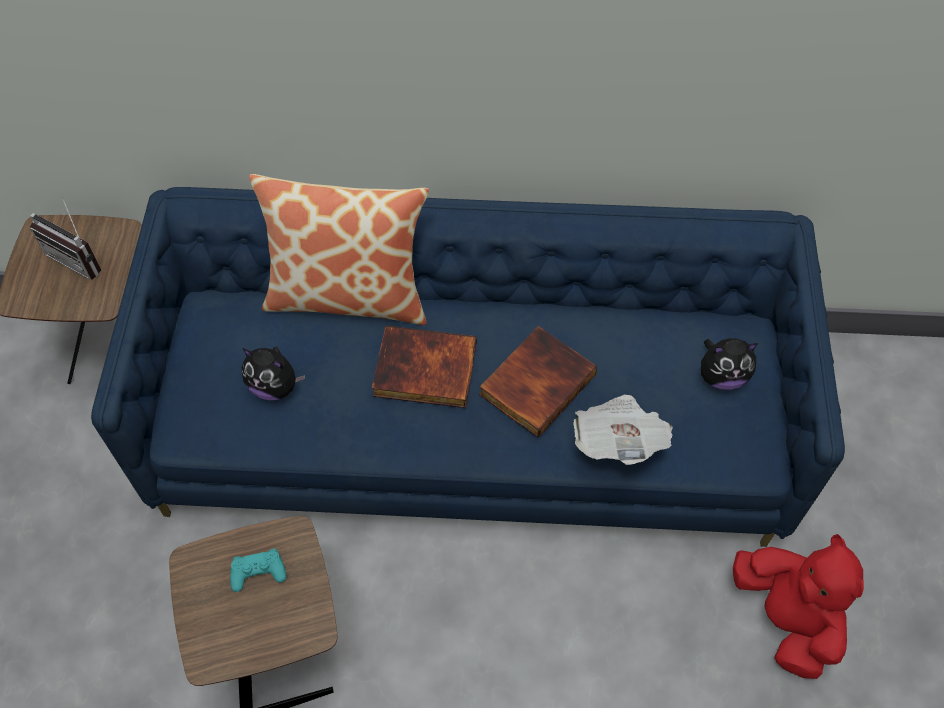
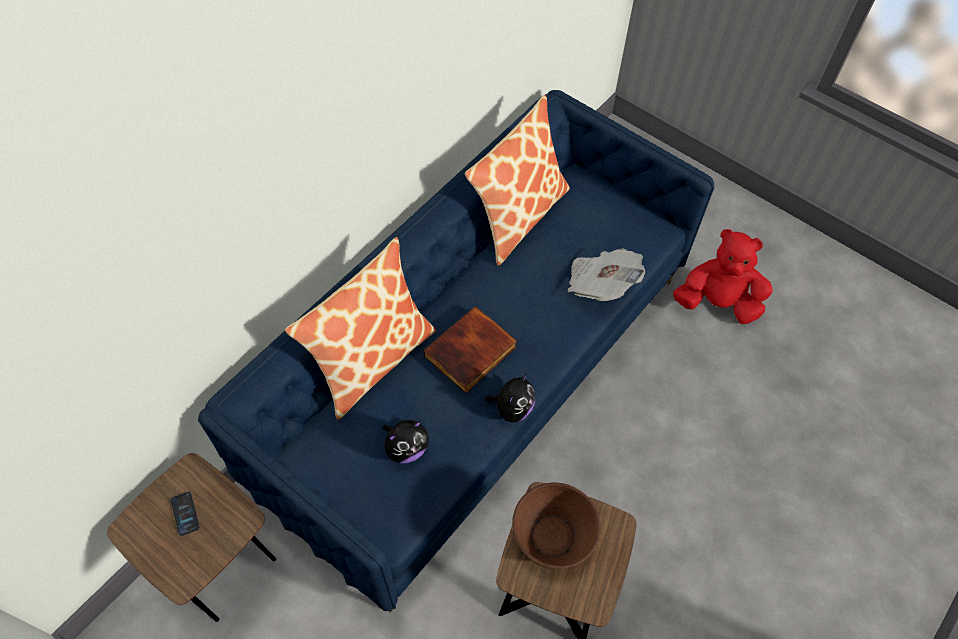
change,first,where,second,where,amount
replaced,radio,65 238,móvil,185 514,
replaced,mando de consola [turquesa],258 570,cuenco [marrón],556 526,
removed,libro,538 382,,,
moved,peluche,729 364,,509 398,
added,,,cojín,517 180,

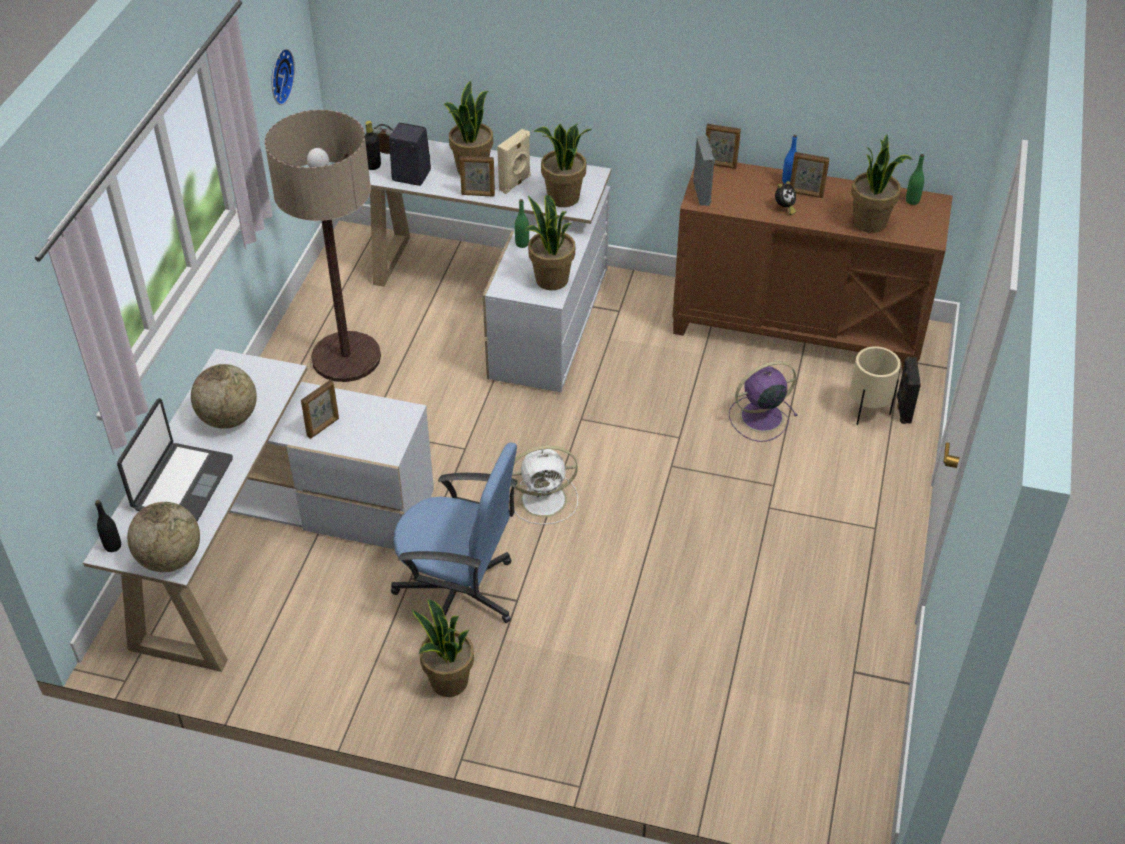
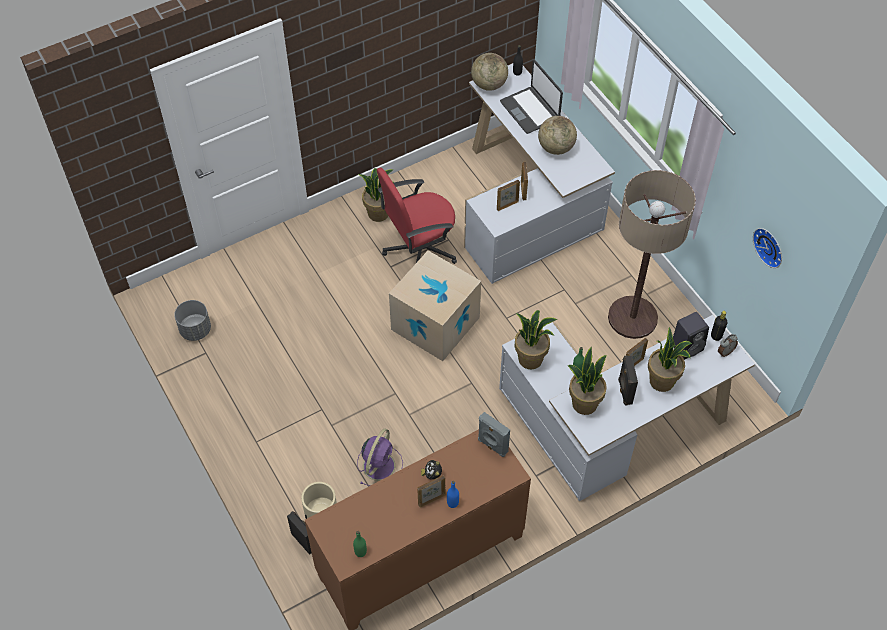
change,first,where,second,where,amount
recoloured,silla de oficina [azul],454 535,silla de oficina [rojo],417 216,
recoloured,altavoz [beis],514 161,altavoz [negro],628 381,
replaced,ventilador [blanco],543 485,caja de cartón,435 306,
moved,portarretratos,723 146,,508 195,
removed,planta en maceta,882 184,,,
added,,,maceta [gris],192 320,

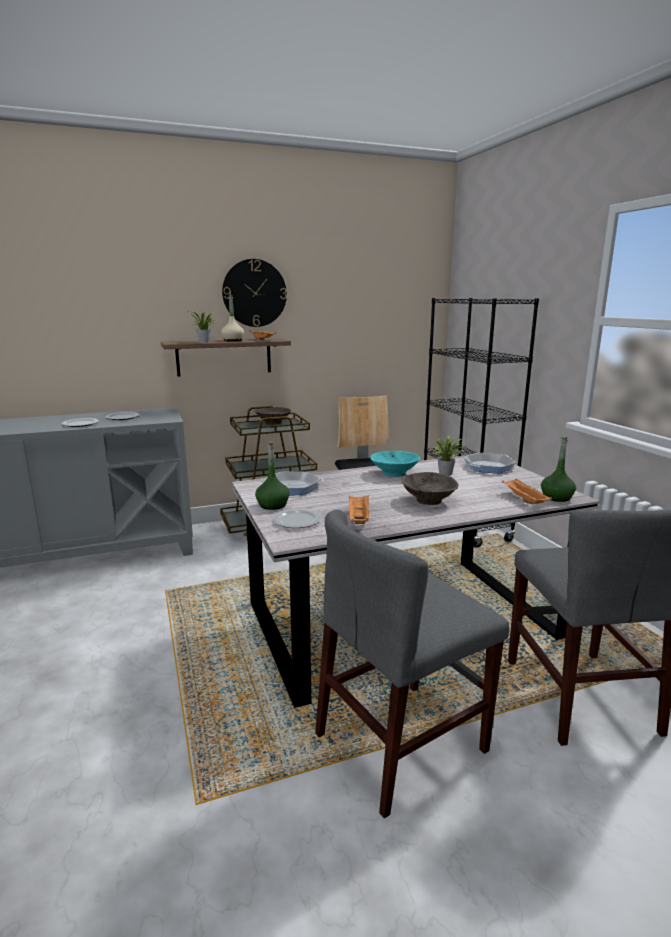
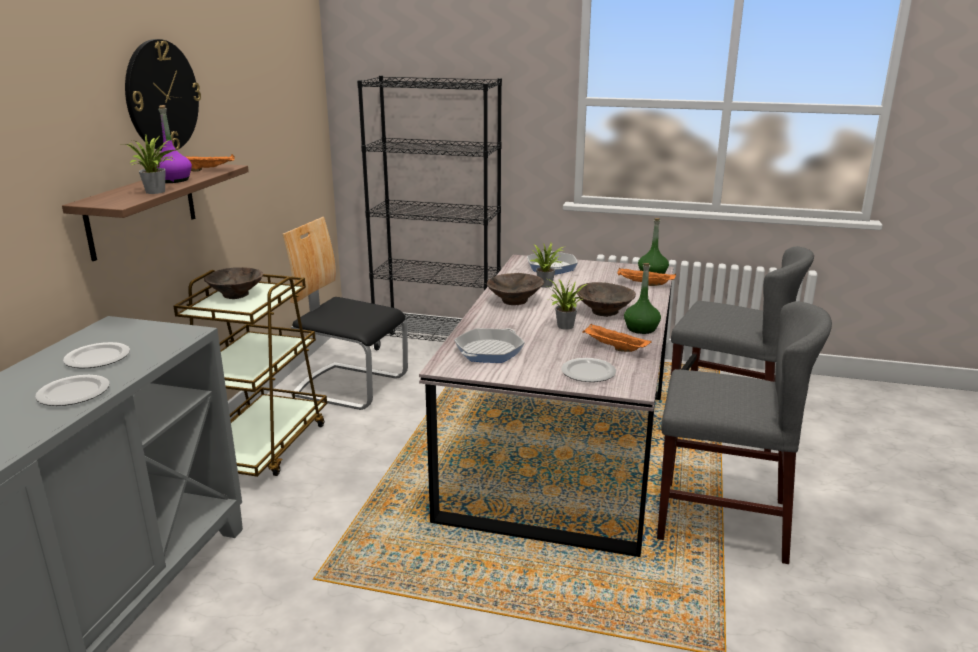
change,first,where,second,where,amount
recoloured,botella [beis],232 318,botella [morado],174 144,
moved,botella [verde],272 476,,642 298,
turned,silla [gris],412 664,,744 432,75 degrees counterclockwise
recoloured,cuenco [turquesa],395 464,cuenco [marrón],515 289,
added,,,planta en maceta,567 304,

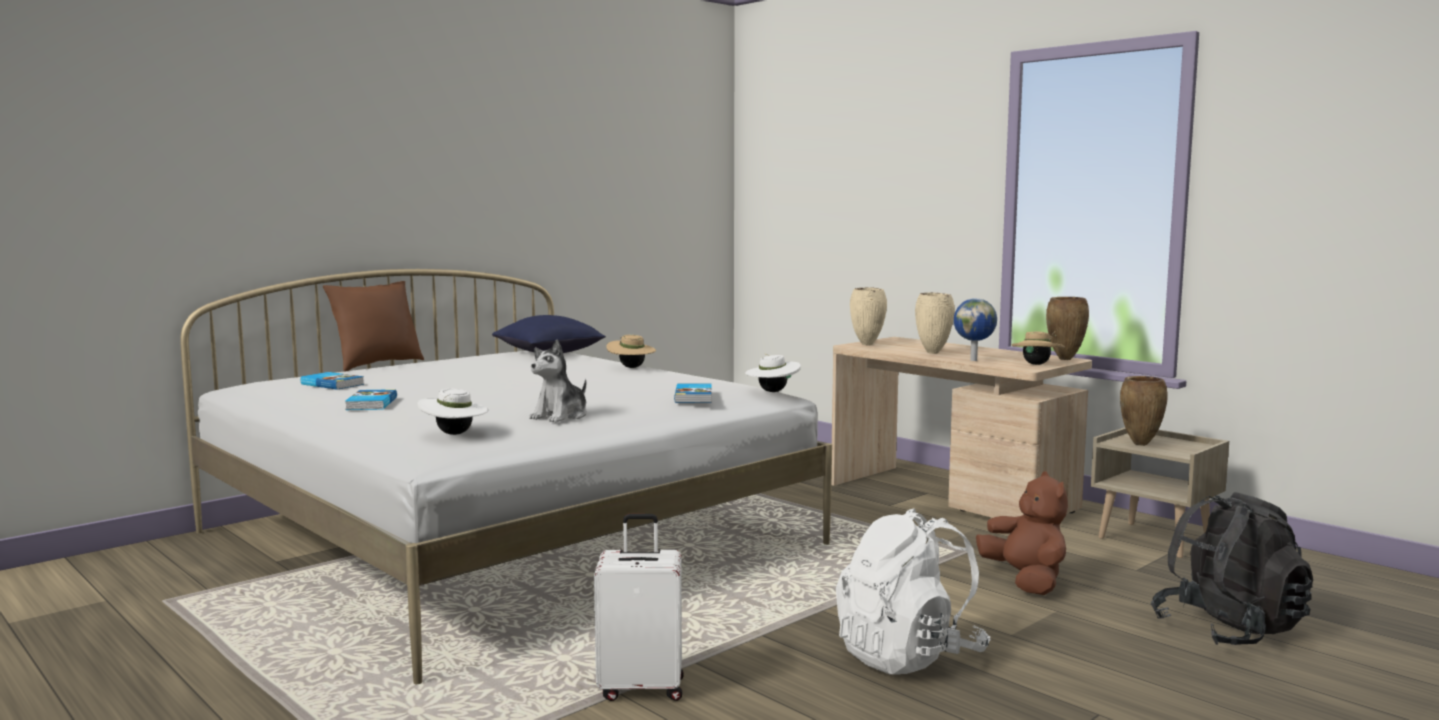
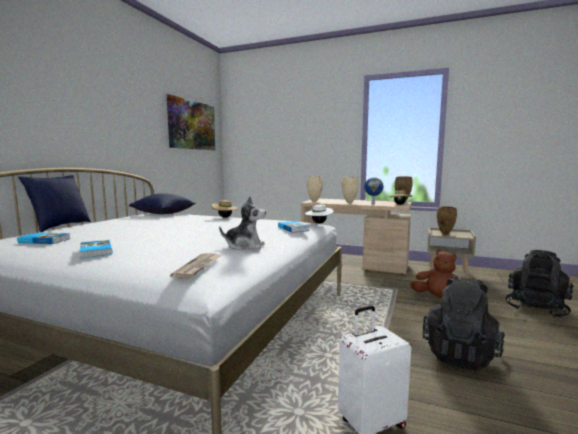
change,first,where,second,where,amount
recoloured,cojín [marrón],373 326,cojín [azul],54 203,
replaced,sombrero [blanco],453 412,periódico,195 266,
turned,peluche,558 381,,242 223,90 degrees counterclockwise
recoloured,mochila [blanco],913 591,mochila [negro],464 323,
added,,,cuadro,191 122,

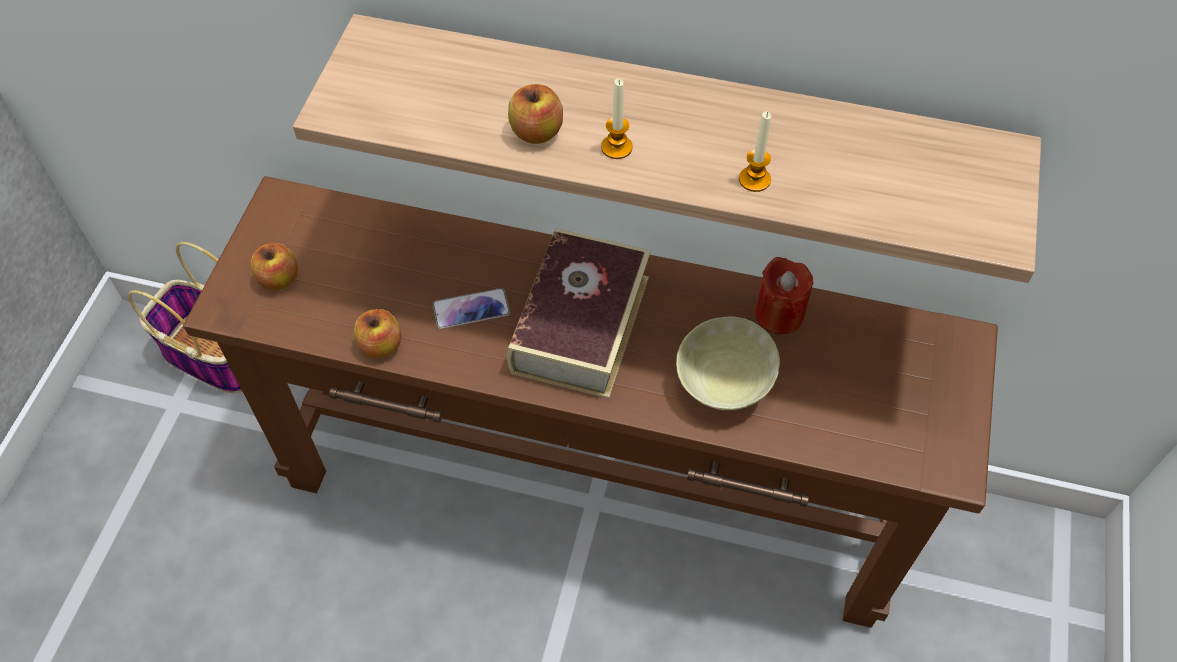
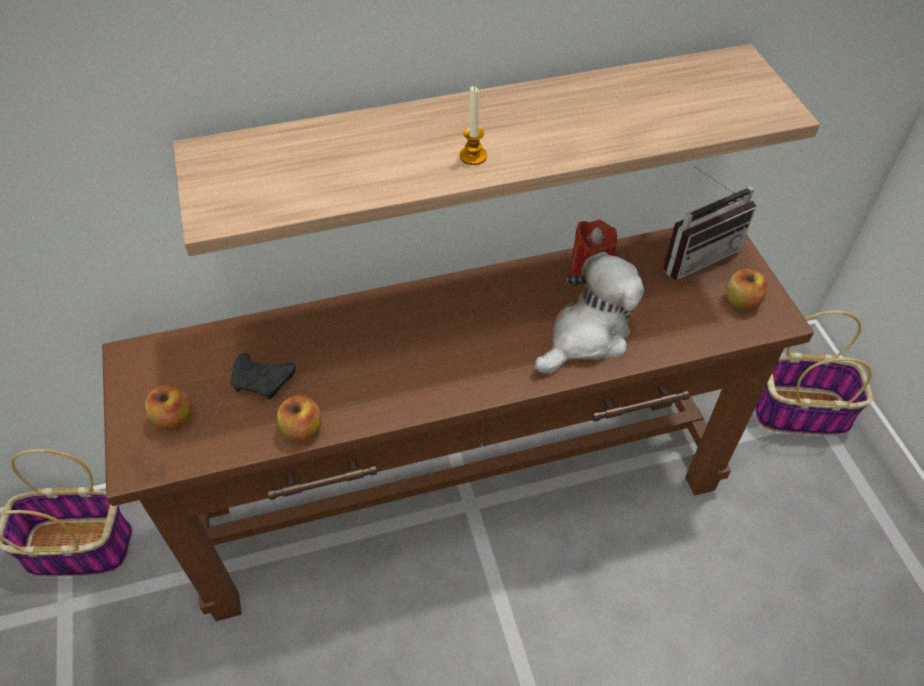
change,first,where,second,where,amount
removed,móvil,471 308,,,
removed,libro,579 313,,,
moved,manzana,535 114,,747 289,
replaced,cuenco [beis],728 363,peluche,589 313,
removed,vela,755 152,,,
added,,,mando de consola [negro],263 376,
added,,,radio,709 223,
added,,,cesta,814 373,

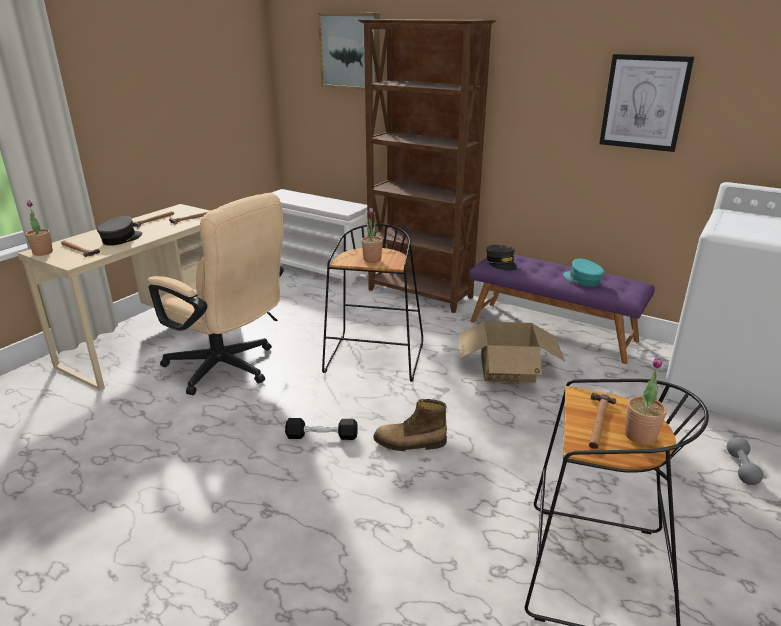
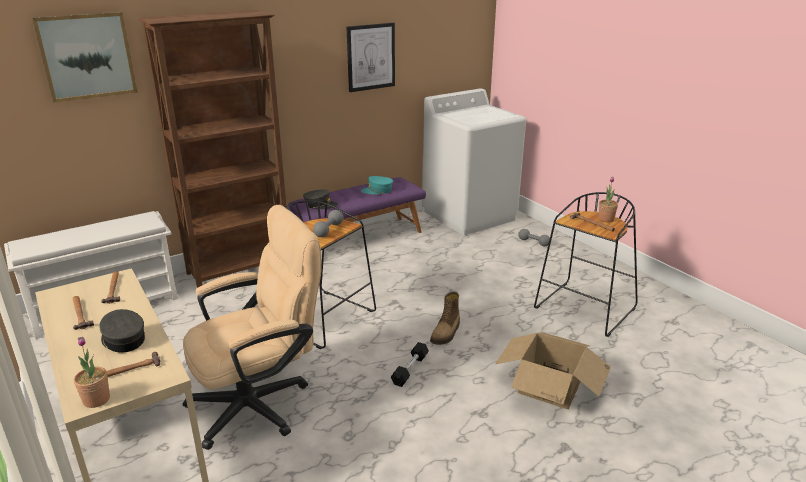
change,first,where,second,where,amount
replaced,planta en maceta,372 235,mancuerna [gris],328 223,
moved,caja de cartón,511 352,,553 371,

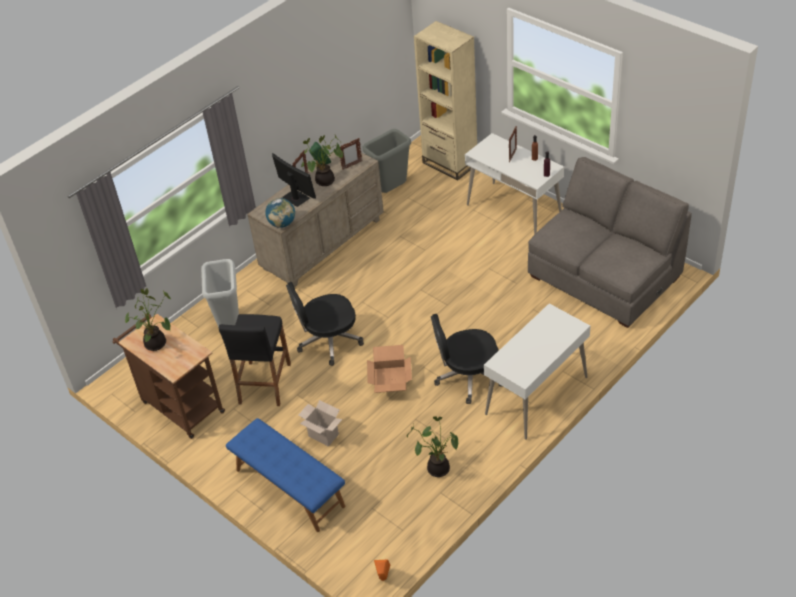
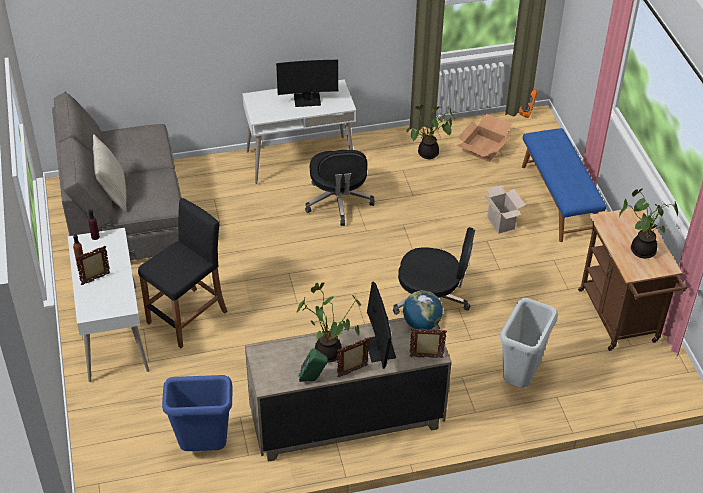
change,first,where,second,where,amount
moved,taburete [negro],255 360,,183 273,
moved,portarretratos,351 154,,428 343,
recoloured,papelera [gris],386 161,papelera [azul],197 413,
moved,caja de cartón,389 369,,484 137,
removed,estantería [beis],445 100,,,
turned,silla de oficina [negro],466 359,,340 188,60 degrees clockwise
added,,,cojín [beis],109 173,
added,,,monitor,307 83,

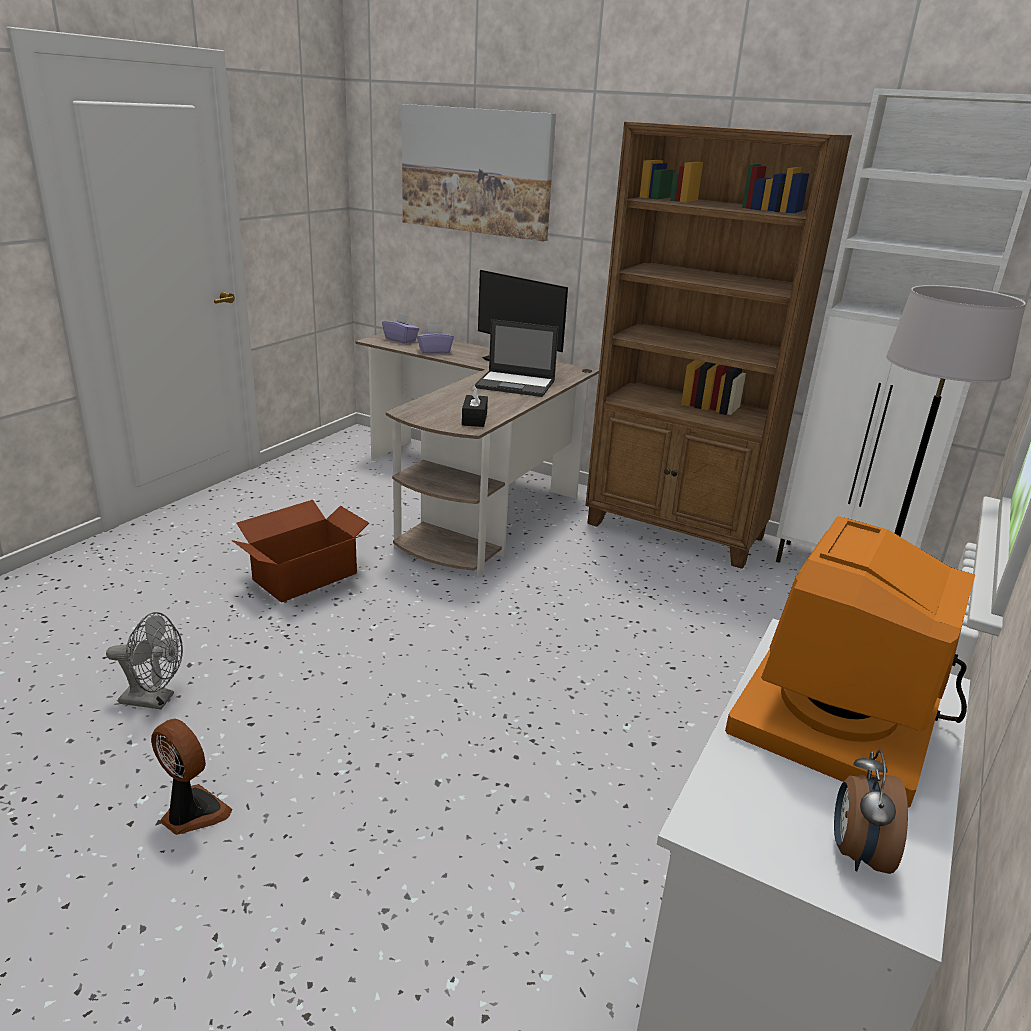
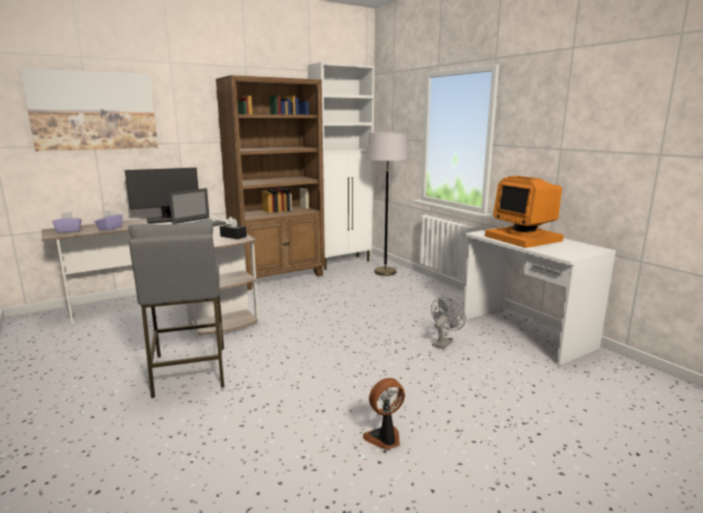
change,first,where,second,where,amount
moved,ventilador [gris],144 661,,448 323,
replaced,caja de cartón,300 551,taburete [gris],176 308,
removed,despertador,871 812,,,

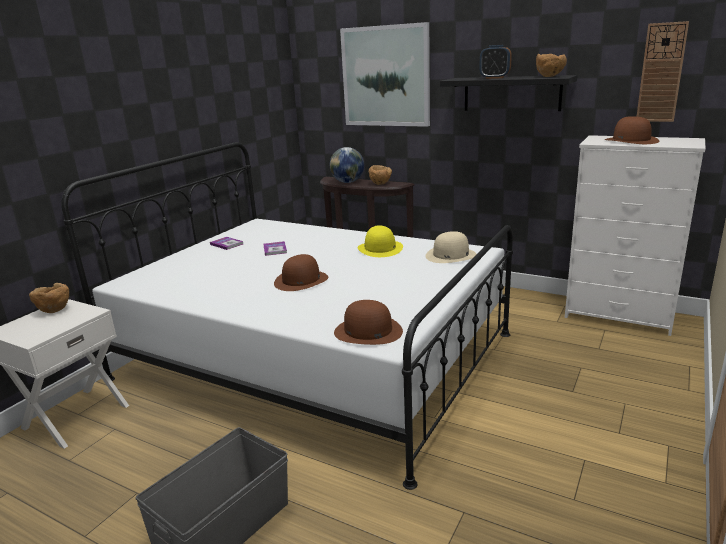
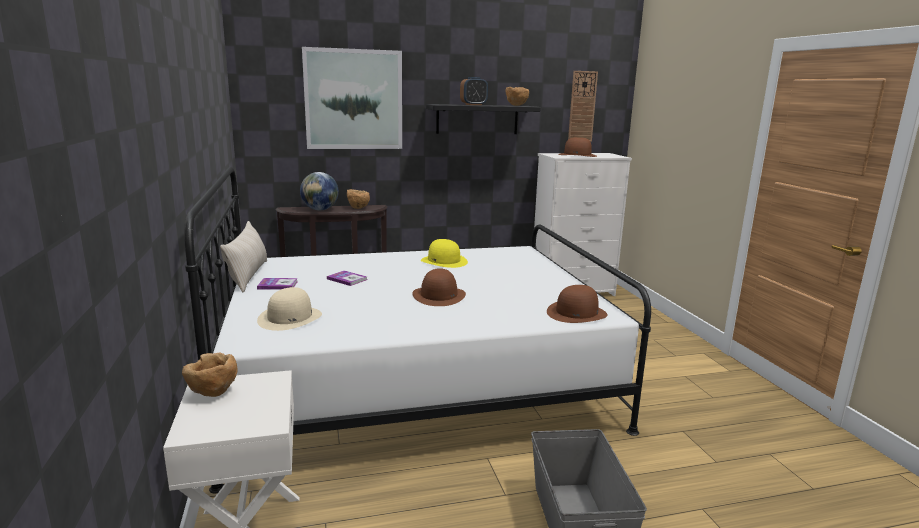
change,first,where,second,where,amount
moved,sombrero [beis],450 247,,289 309,
added,,,cojín [beis],243 256,

